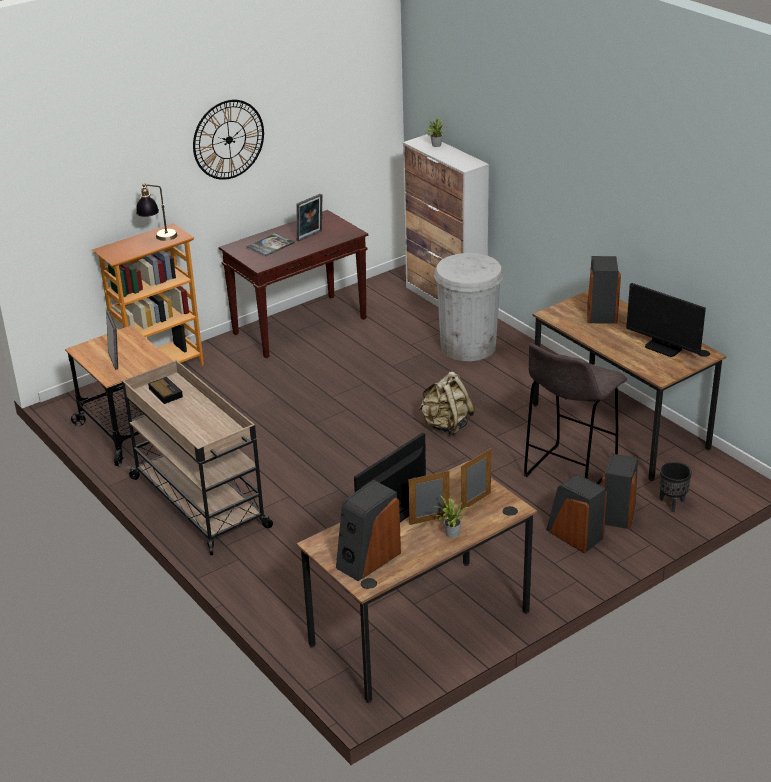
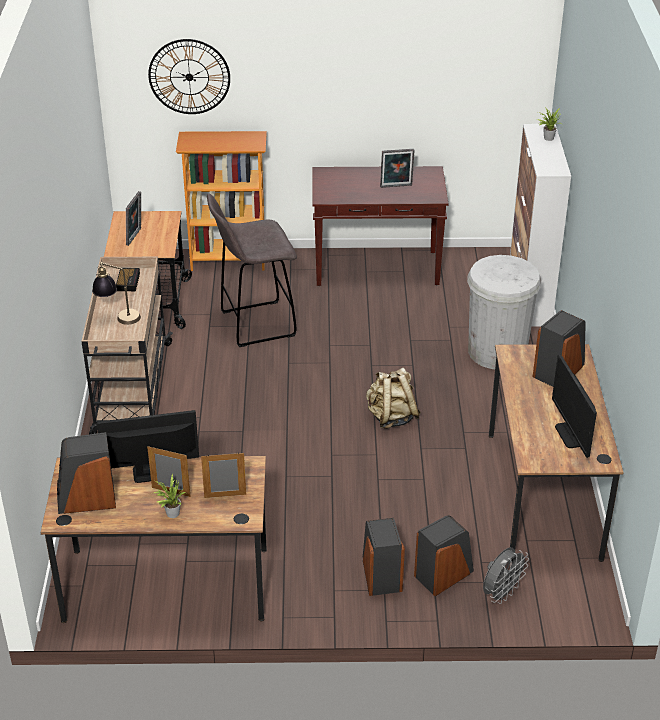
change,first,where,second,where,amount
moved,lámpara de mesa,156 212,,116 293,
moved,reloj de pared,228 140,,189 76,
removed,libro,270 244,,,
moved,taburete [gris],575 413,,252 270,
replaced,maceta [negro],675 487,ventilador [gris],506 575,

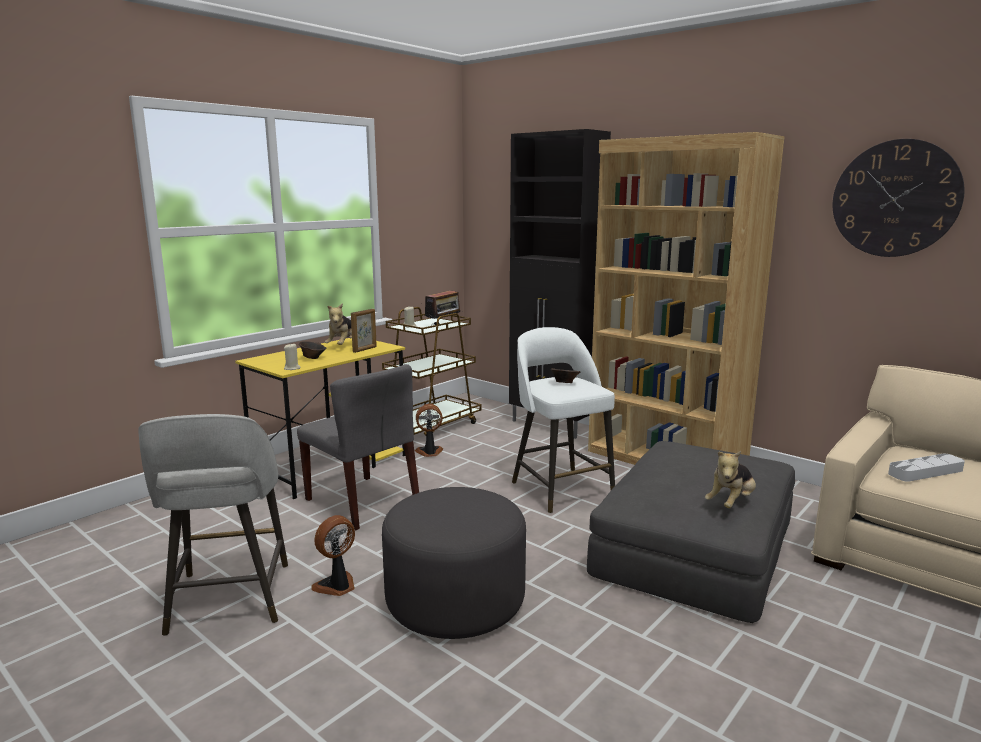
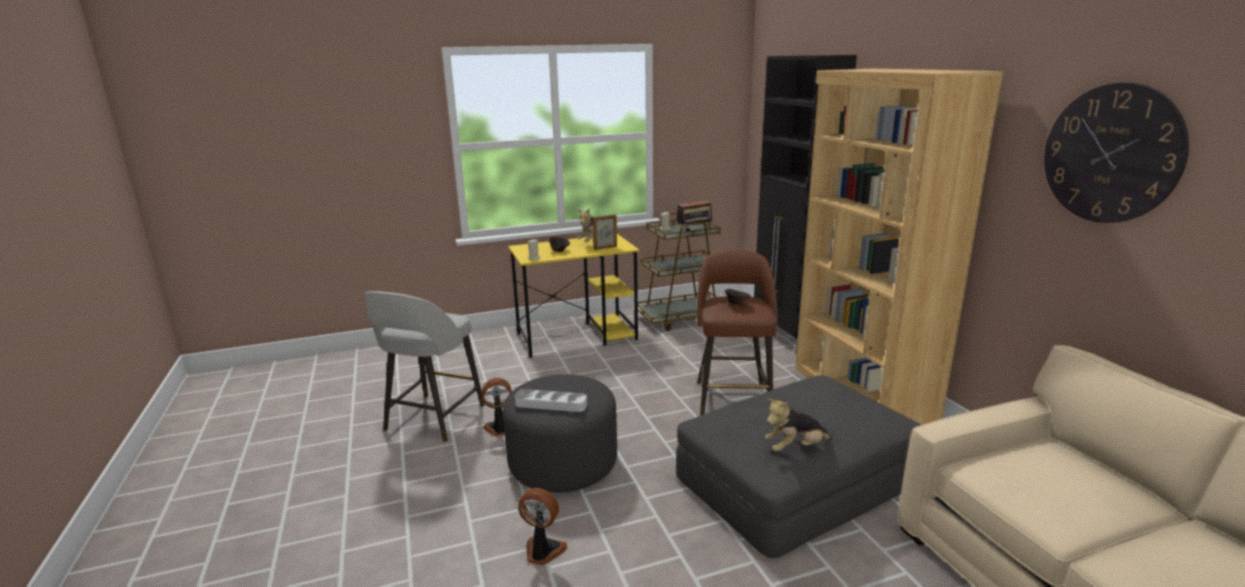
change,first,where,second,where,amount
removed,silla [gris],358 447,,,
moved,ventilador,429 430,,543 526,
recoloured,taburete [blanco],563 420,taburete [marrón],737 333,
moved,bandeja [gris],926 468,,550 400,

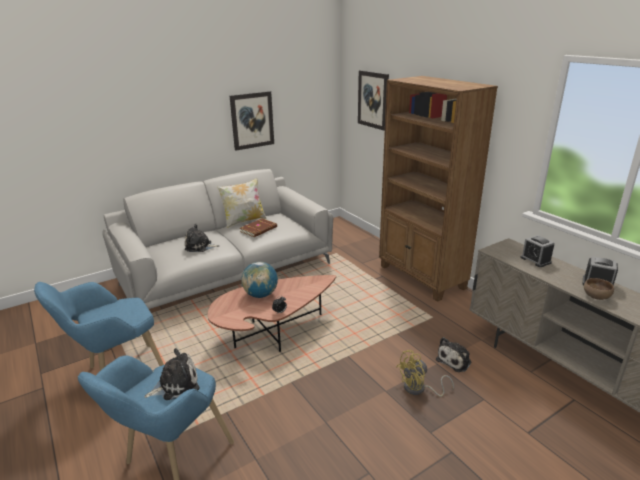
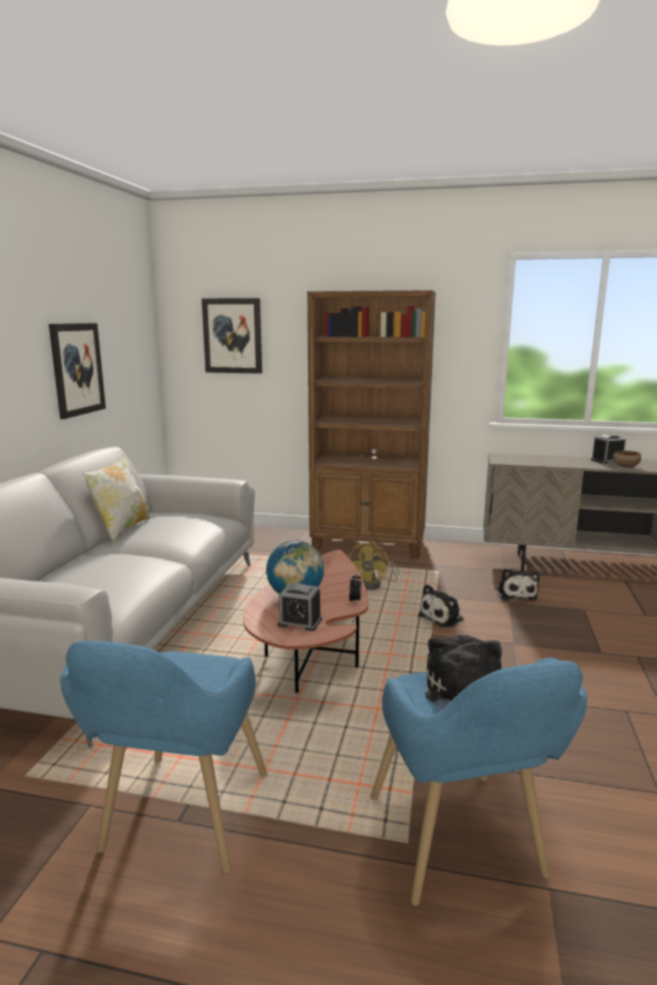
change,first,where,second,where,amount
moved,peluche,202 238,,441 605,
removed,libro [marrón],258 227,,,
moved,ventilador [amarillo],425 373,,374 565,
moved,despertador,537 251,,300 607,

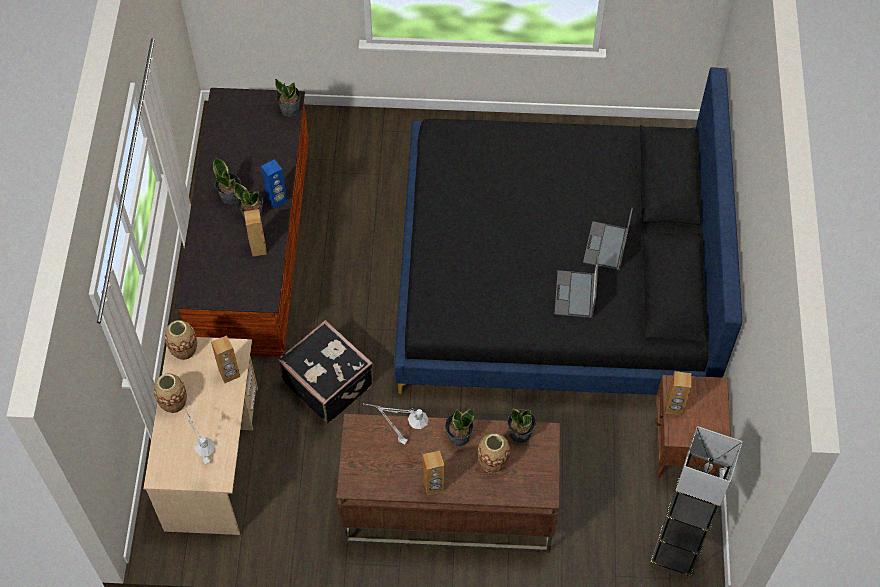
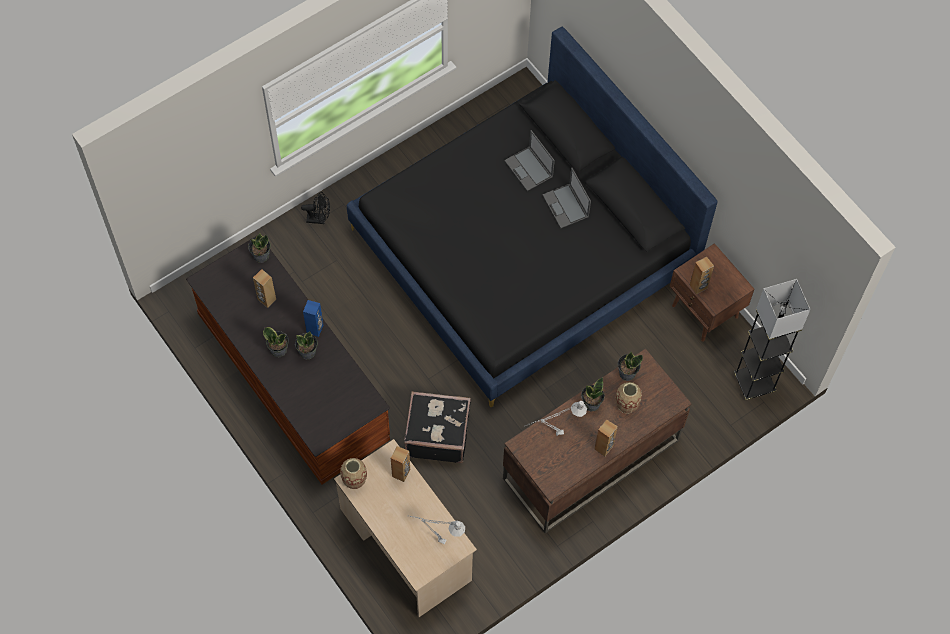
change,first,where,second,where,amount
removed,florero,170 393,,,
moved,altavoz [marrón],255 233,,264 288,
moved,portátil,576 285,,529 160,
added,,,ventilador [negro],315 208,

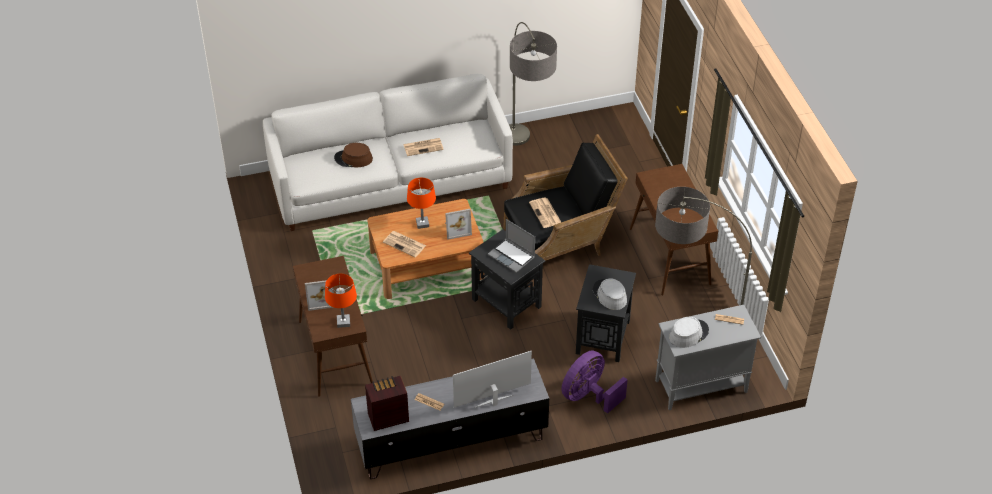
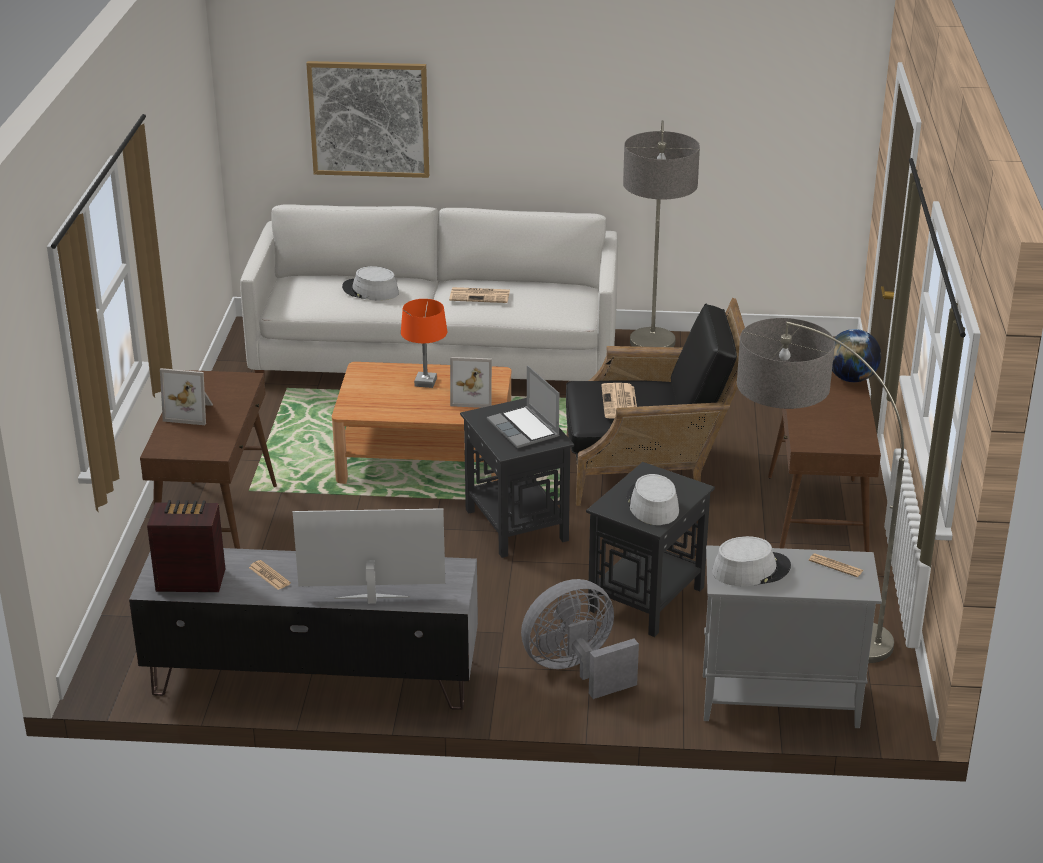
change,first,where,second,where,amount
removed,lámpara de mesa [naranja],341 301,,,
recoloured,sombrero [marrón],353 155,sombrero [gris],370 283,
removed,periódico,404 244,,,
recoloured,ventilador [morado],594 382,ventilador [gris],580 639,
added,,,cuadro,367 119,
added,,,globo terráqueo,856 355,

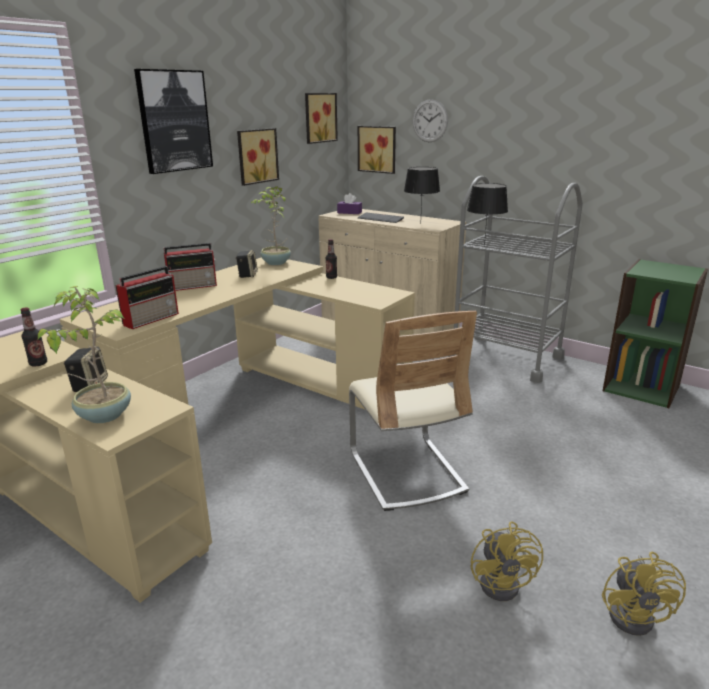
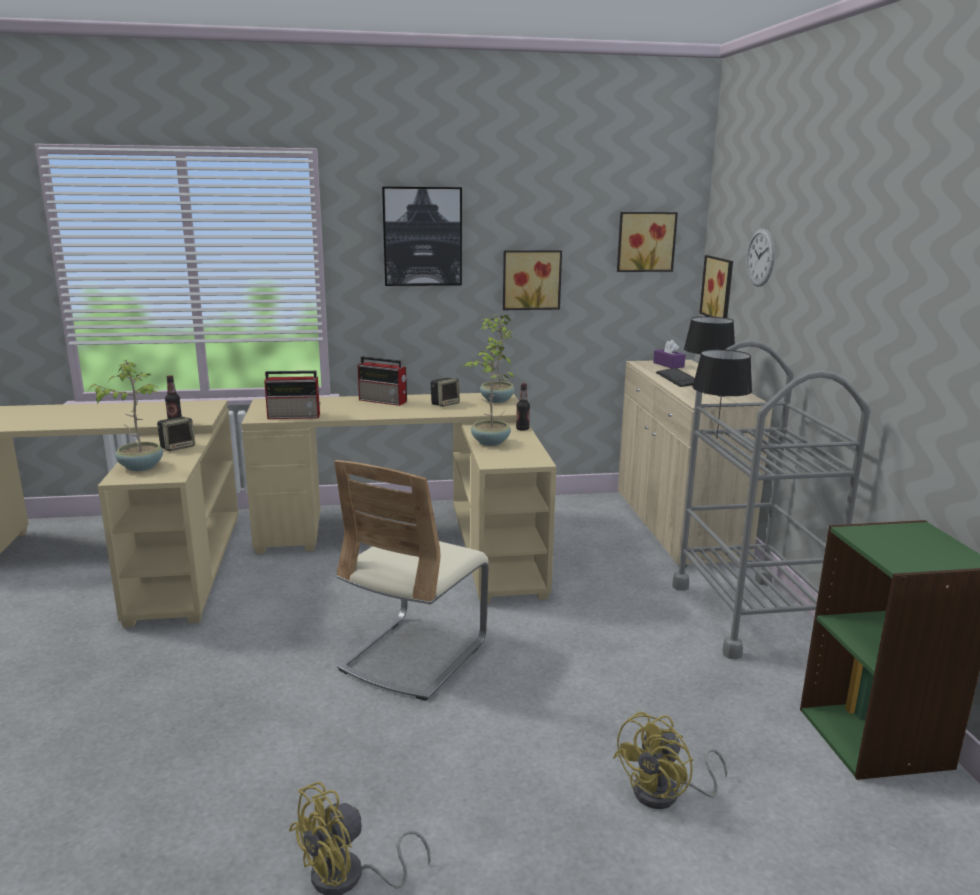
change,first,where,second,where,amount
moved,ventilador [amarillo],507 561,,670 760,
added,,,planta en maceta,488 395,

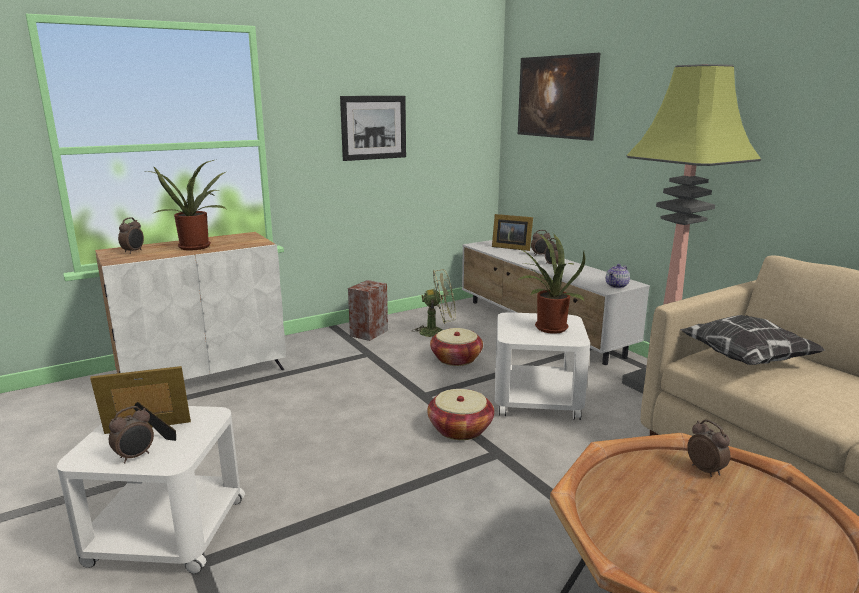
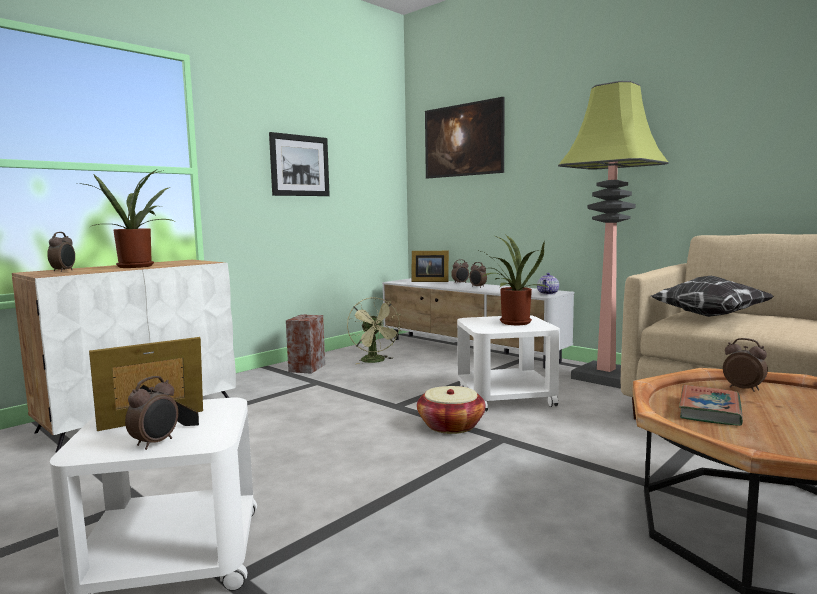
change,first,where,second,where,amount
turned,ventilador [verde],434 303,,374 330,90 degrees clockwise
removed,cesta,456 347,,,
added,,,libro,711 405,

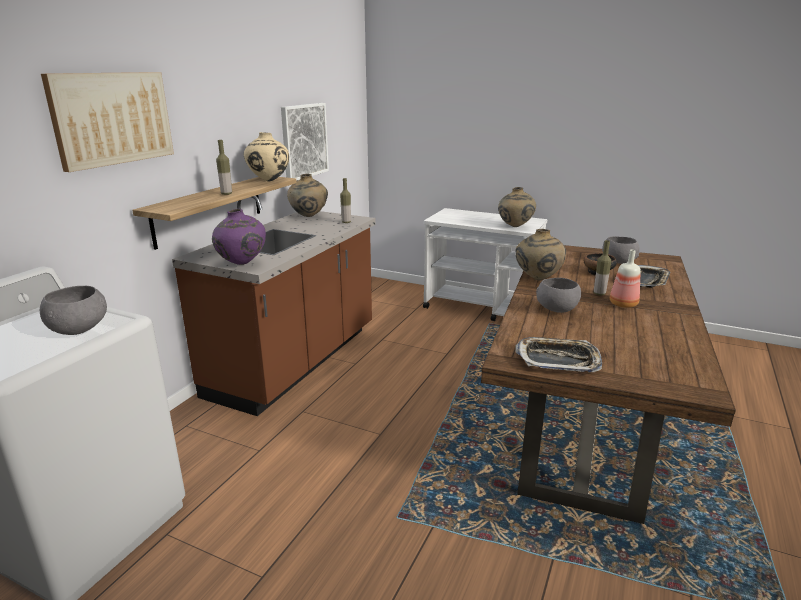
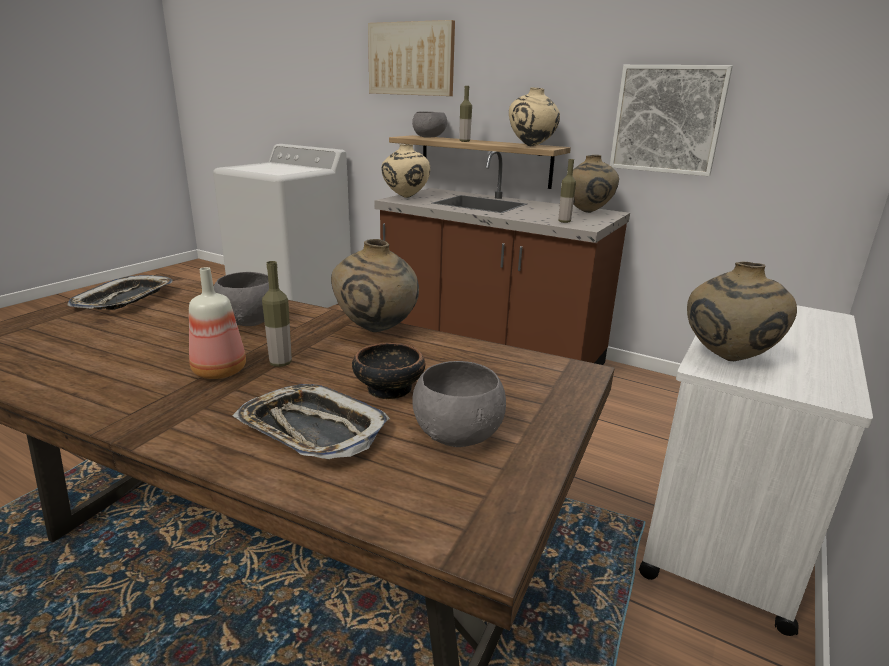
change,first,where,second,where,amount
moved,cuenco [gris],73 310,,429 125,
recoloured,florero [morado],239 237,florero [beis],405 171,

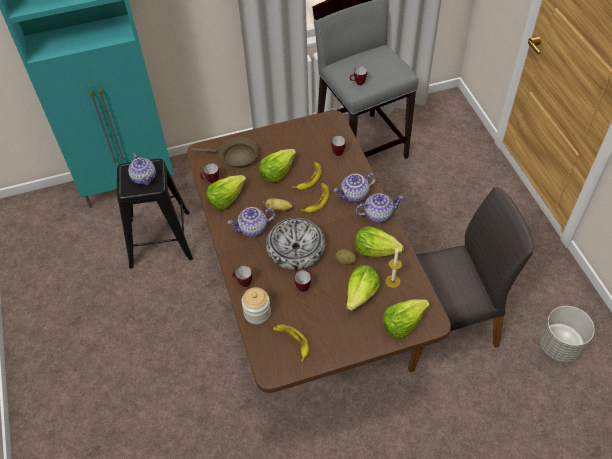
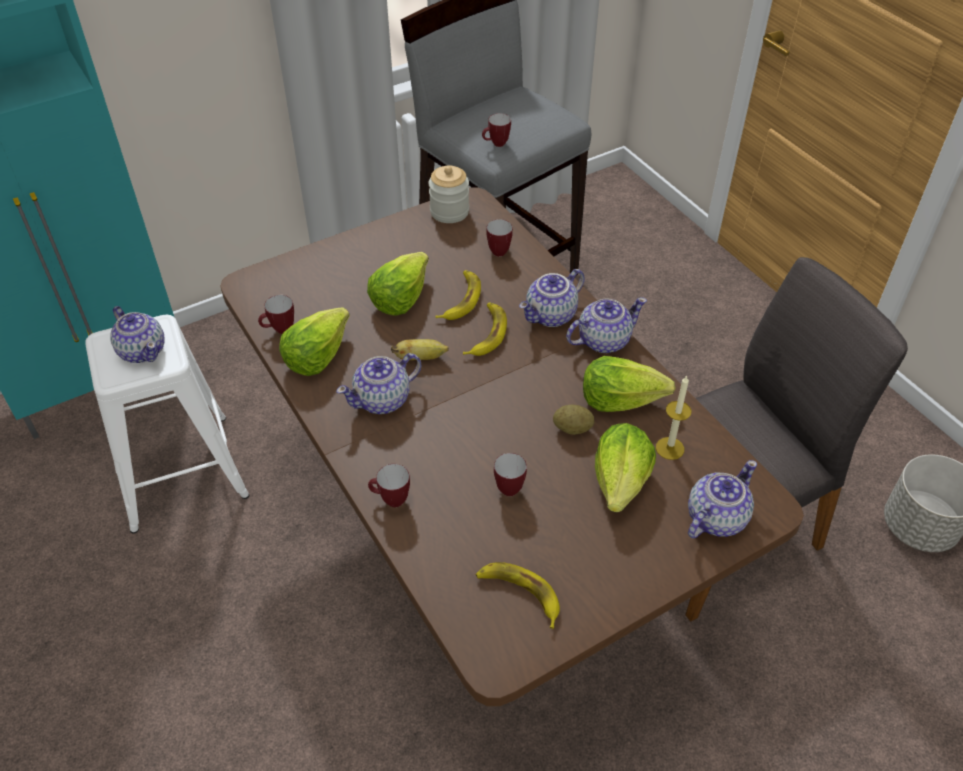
change,first,where,second,where,amount
recoloured,taburete [negro],155 214,taburete [blanco],167 424,
removed,sartén [marrón],225 152,,,
moved,tarro,256 305,,449 194,
removed,cuenco,296 244,,,
replaced,lechuga,406 318,tetera,722 499,

